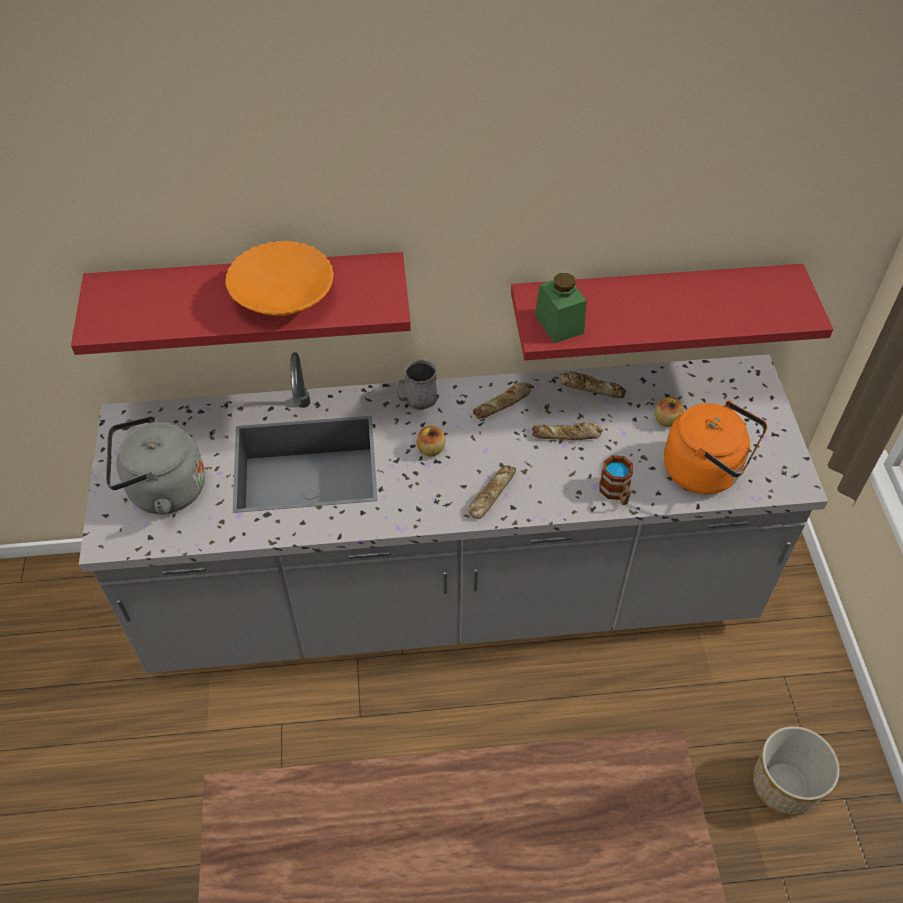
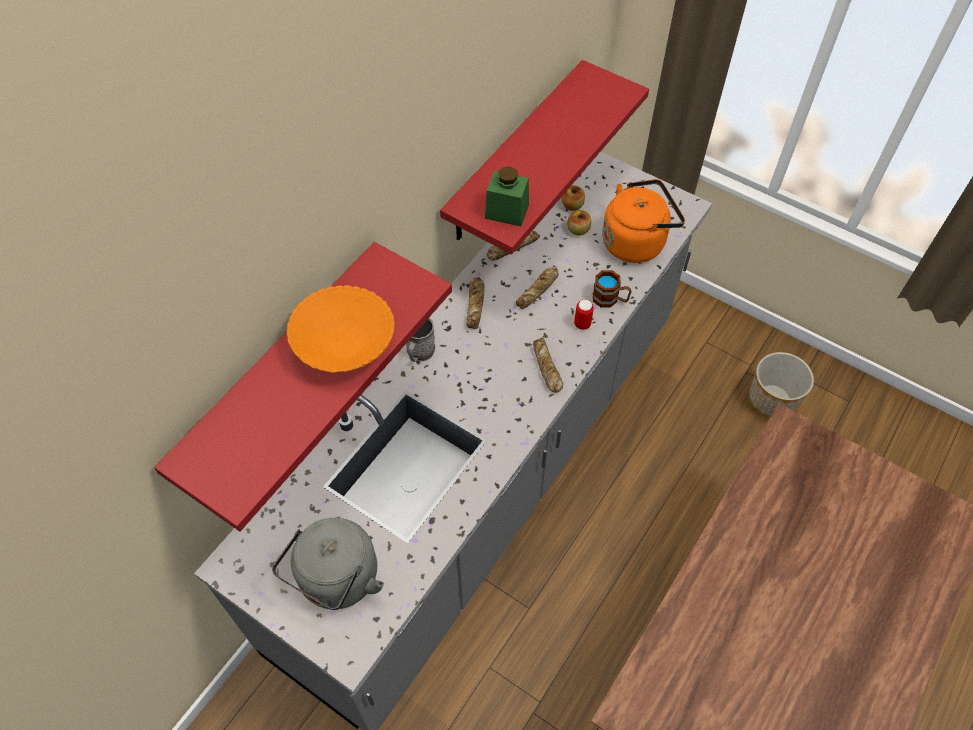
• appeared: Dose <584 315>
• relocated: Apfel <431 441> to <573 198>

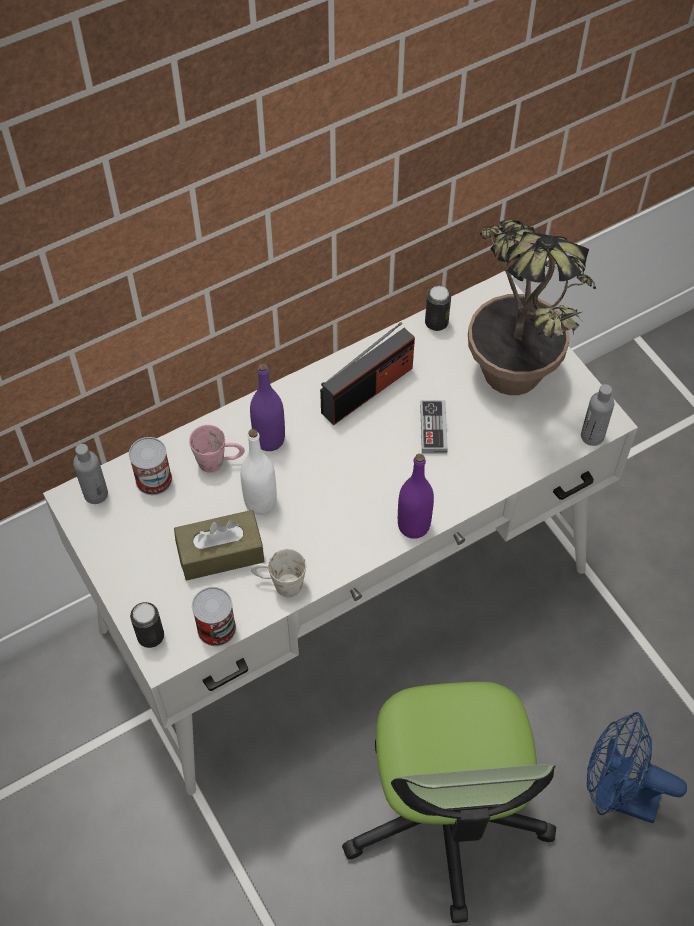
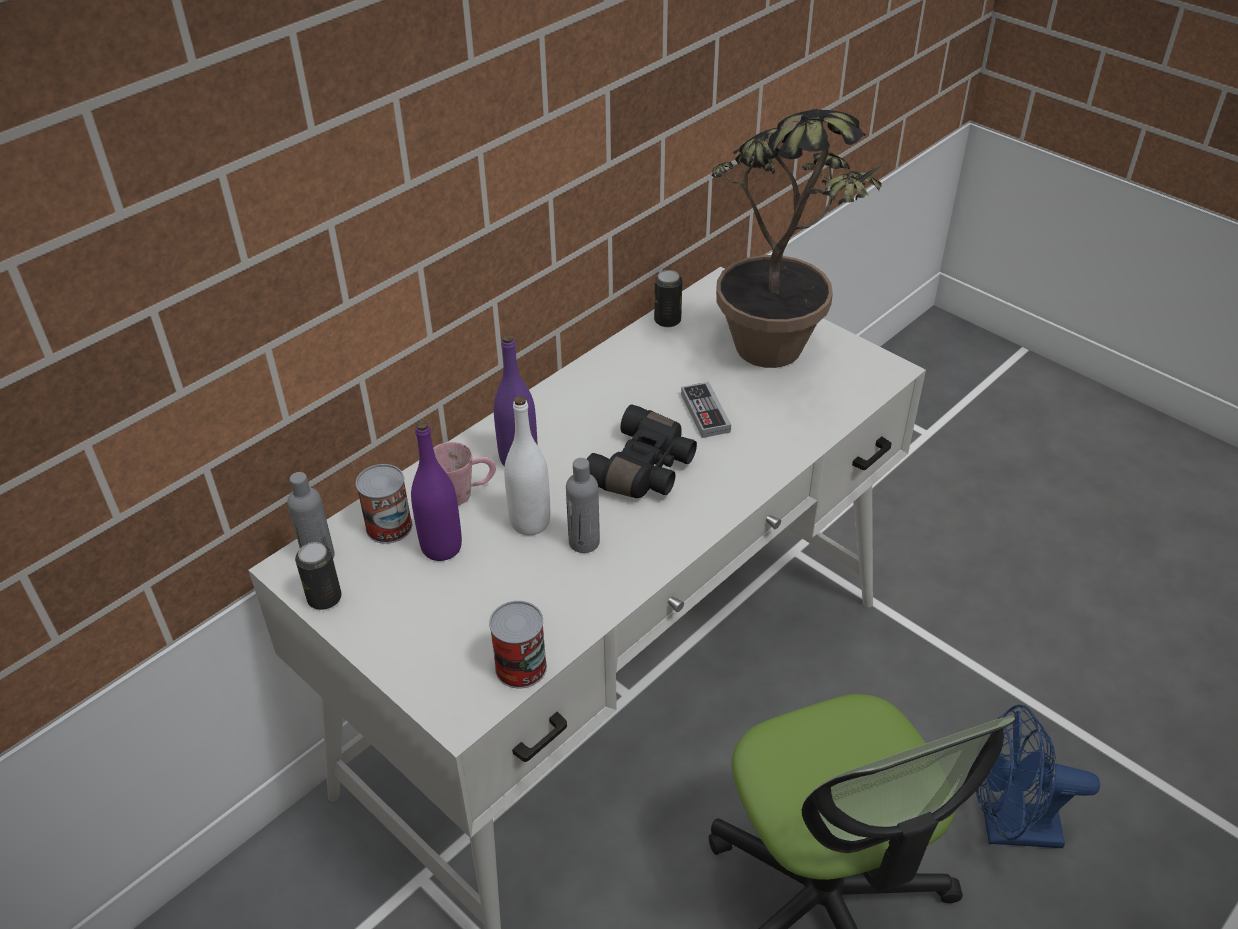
• missing: Taschentuchbox [braun] <219 545>
• missing: Henkelbecher [weiß] <278 573>
• missing: Radio <367 373>
• appeared: Fernglas [schwarz] <642 451>
• relocated: Dose <147 625> to <318 576>
• relocated: Flasche [lila] <416 496> to <436 491>
• relocated: Flasche [grau] <597 415> to <583 505>

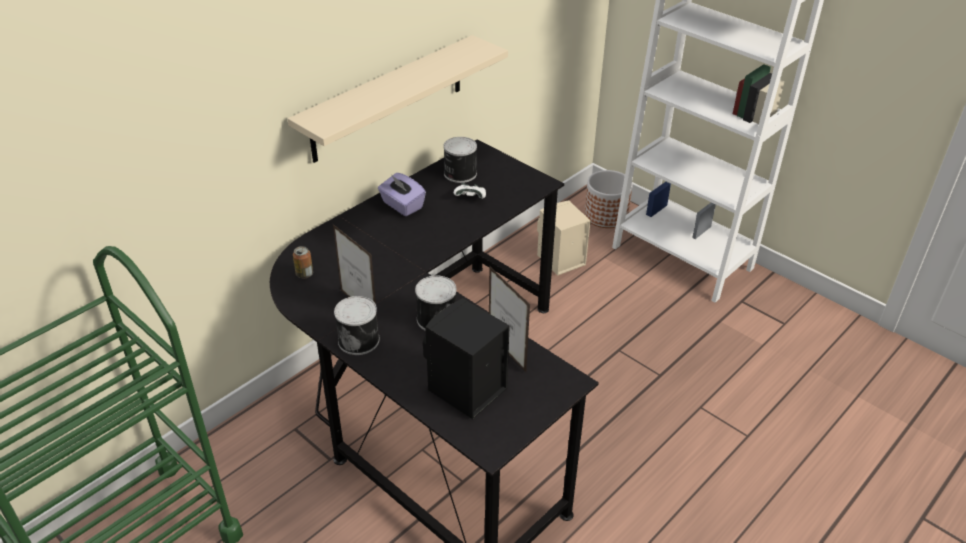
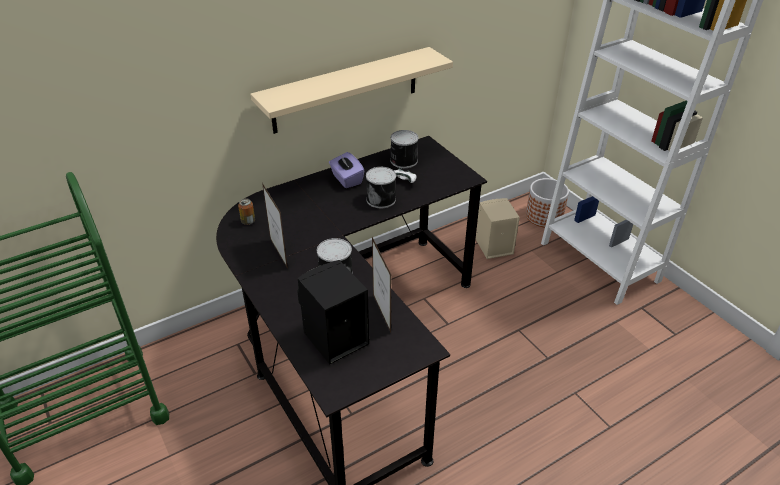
• relocated: Dose <357 325> to <381 187>

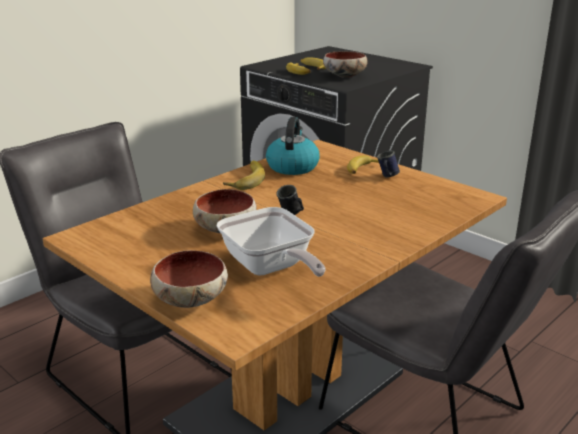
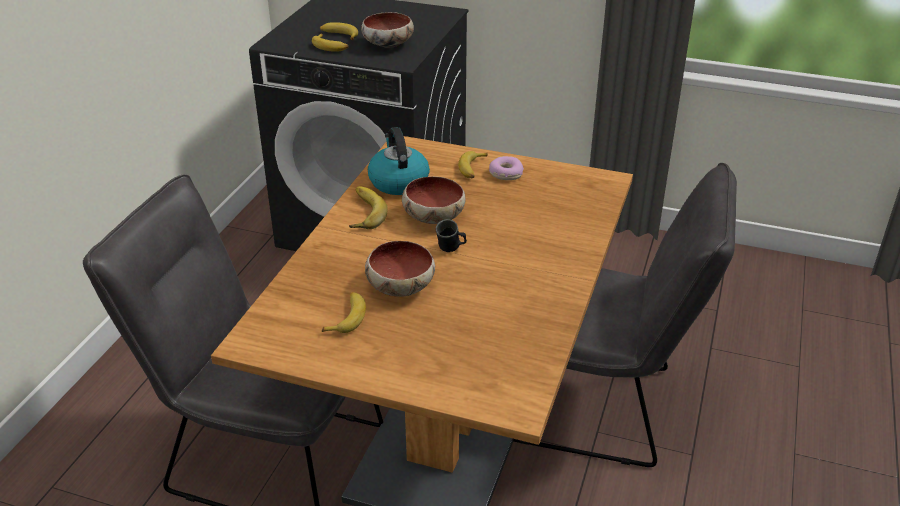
• missing: Pfanne <271 242>
• appeared: Banane <344 312>
• relocated: Schüssel <189 279> to <434 200>
• exchanged: Henkelbecher [blau] <388 164> to Donut <506 168>

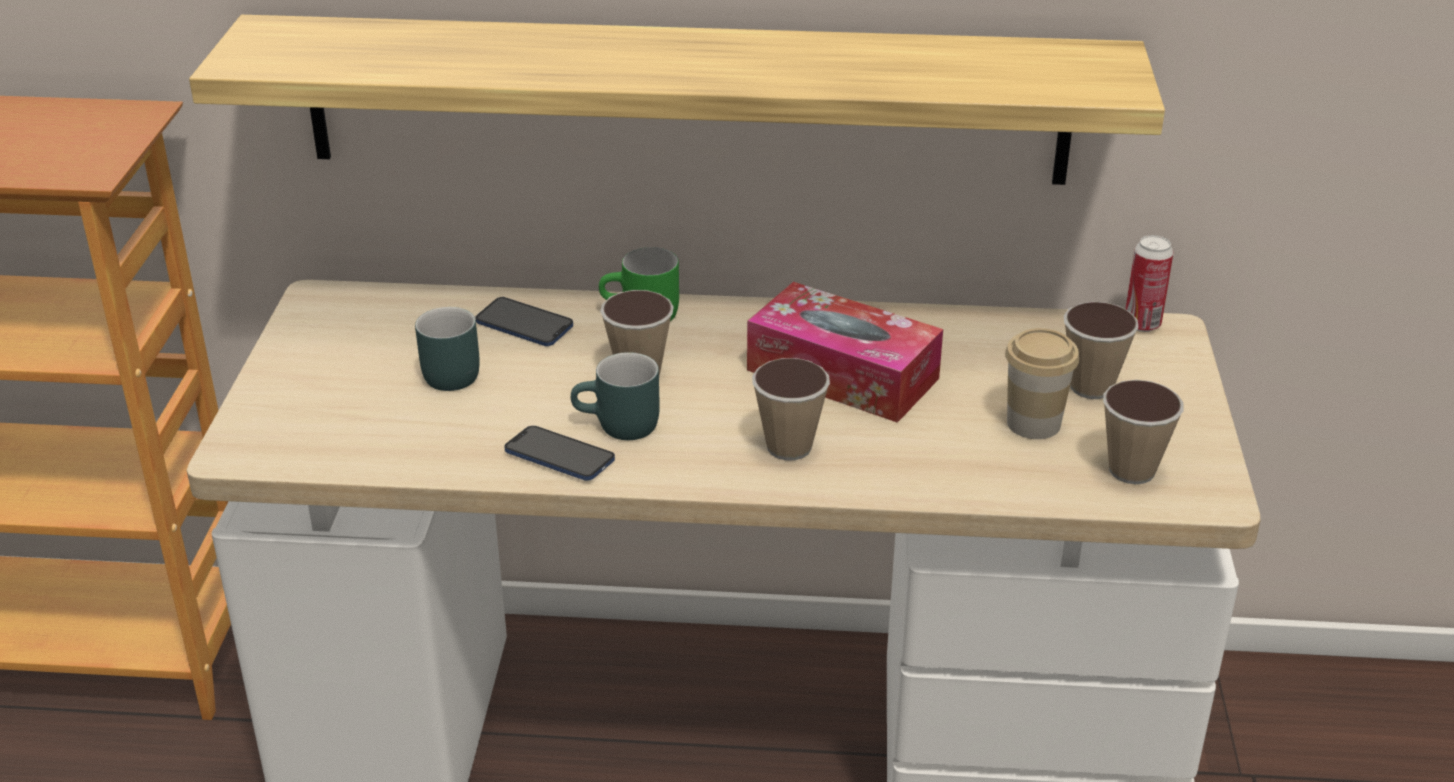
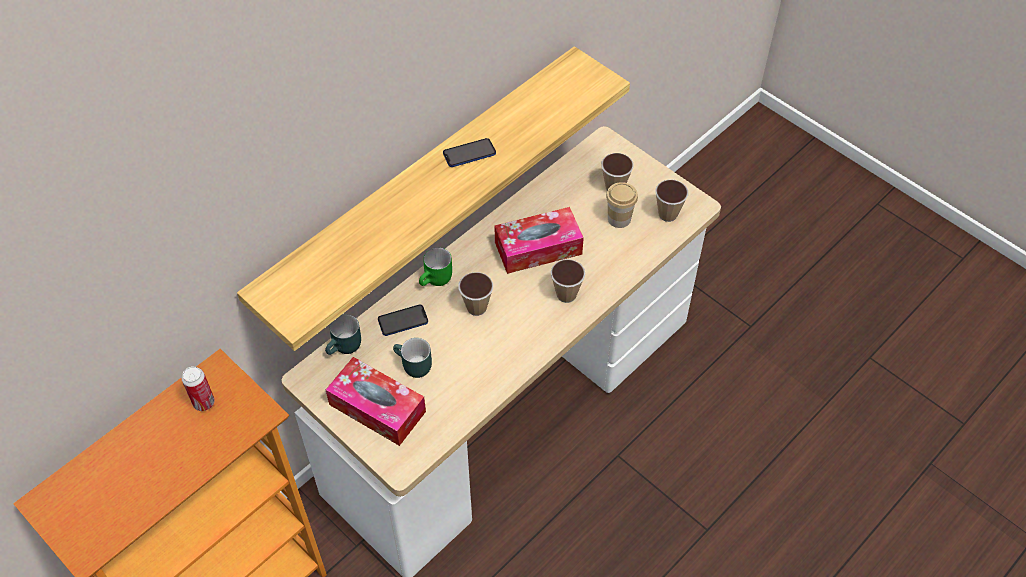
• appeared: Taschentuchbox <376 401>
• relocated: Handy <560 453> to <469 152>
• relocated: Henkelbecher [türkis] <615 396> to <343 334>
• relocated: Dose <1149 283> to <198 388>

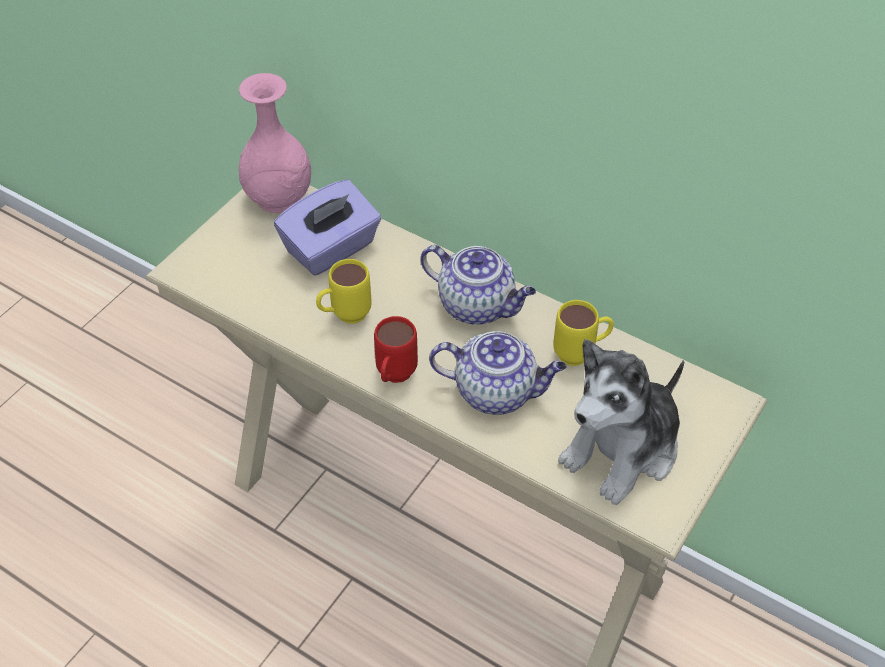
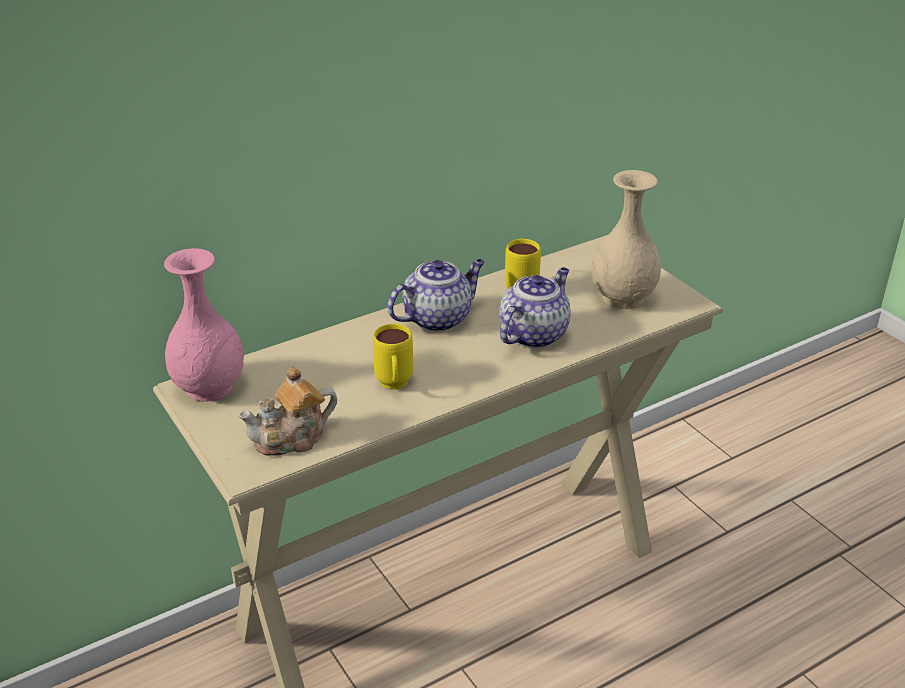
• missing: Taschentuchbox [lila] <327 228>
• missing: Henkelbecher [rot] <396 349>
• appeared: Teekanne <287 411>
• exchanged: Plüschtier <621 422> to Vase [beige] <626 239>

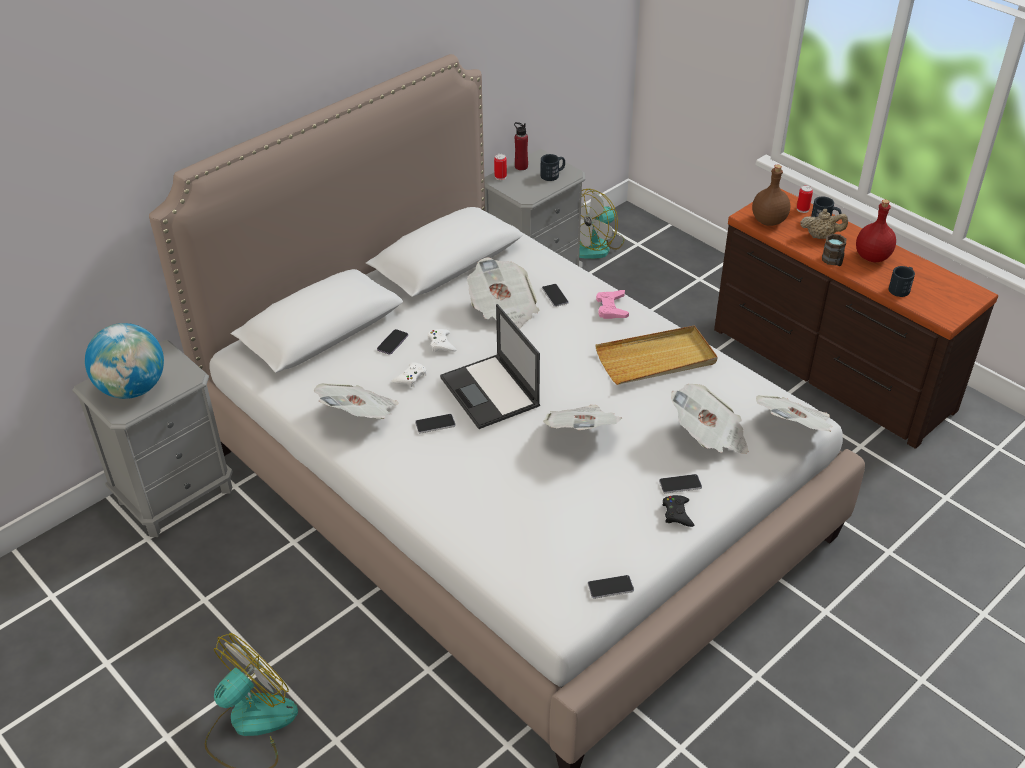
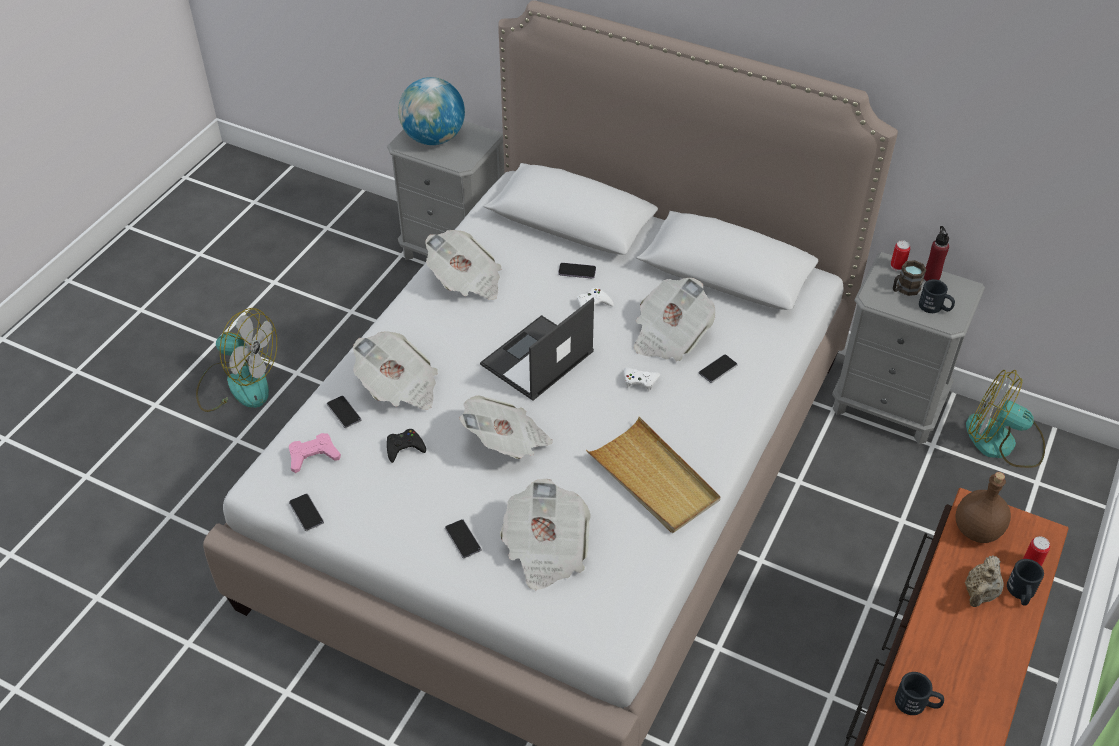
• missing: Flasche [rot] <876 230>
• relocated: Gamepad [weiß] <409 374> to <642 379>
• relocated: Handy <435 423> to <344 412>
• relocated: Gamepad [rosa] <612 304> to <315 453>
• relocated: Gamepad [schwarz] <678 511> to <406 446>
• relocated: Zeitung <794 413> to <395 370>
• relocated: Henkelbecher [braun] <834 250> to <909 278>
• spun: Teekanne [beige] <824 224> = <984 581> 45 degrees clockwise

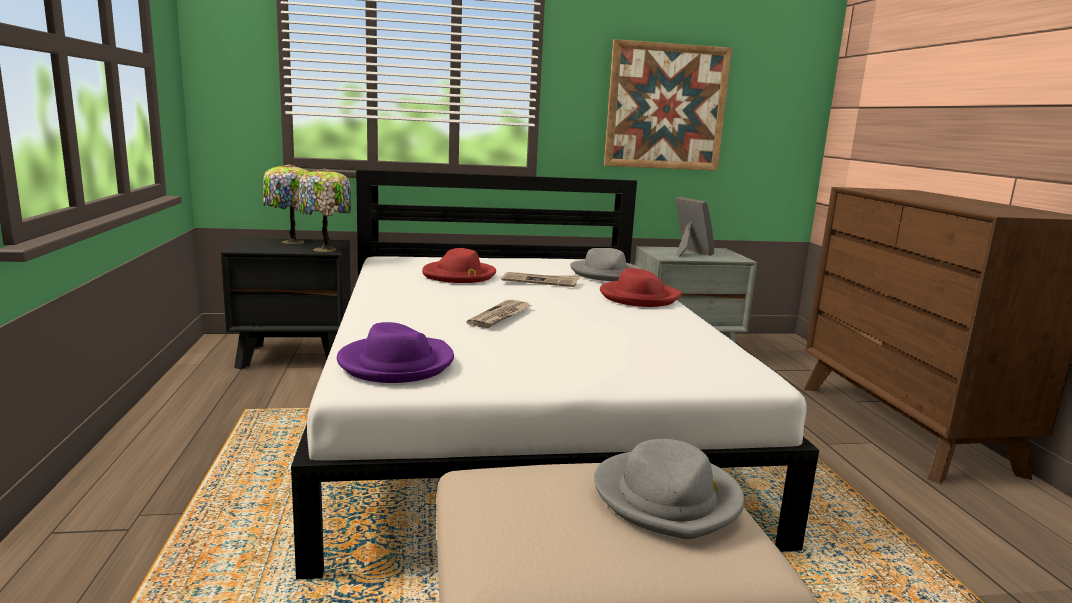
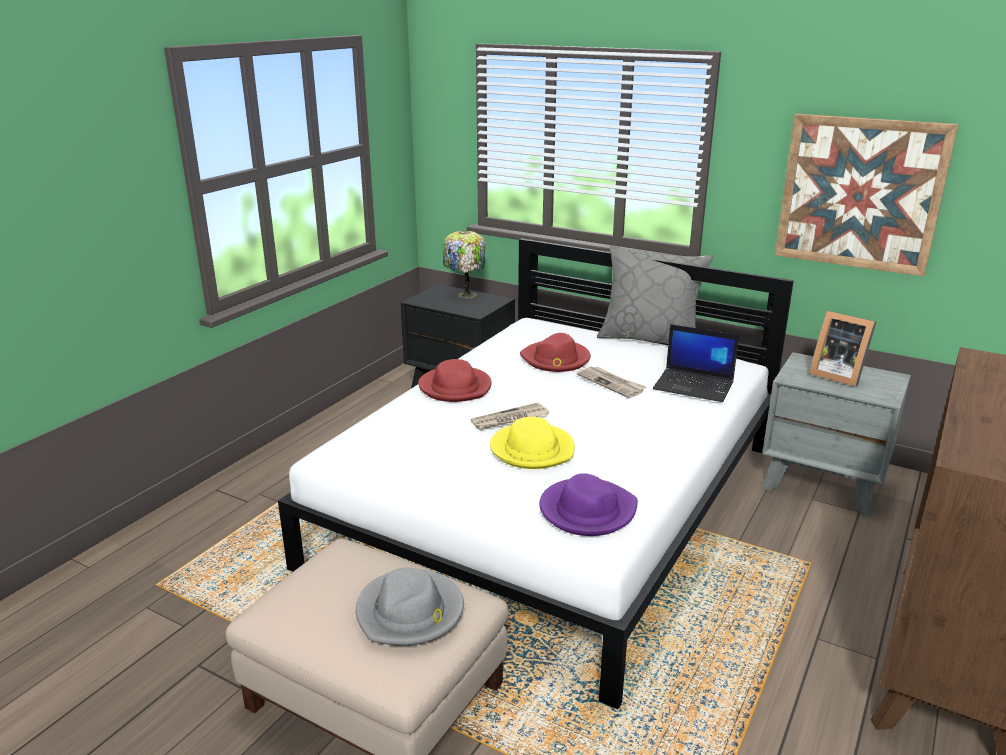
• missing: Tischlampe <325 210>
• appeared: Hut [gelb] <532 443>
• appeared: Kissen [grau] <655 294>
• relocated: Hut [lila] <395 352> to <588 504>
• relocated: Hut [rot] <641 287> to <455 380>
• exchanged: Hut [grau] <605 264> to Laptop <696 363>
• spun: Bilderrahmen <694 227> = <842 349> 120 degrees clockwise

